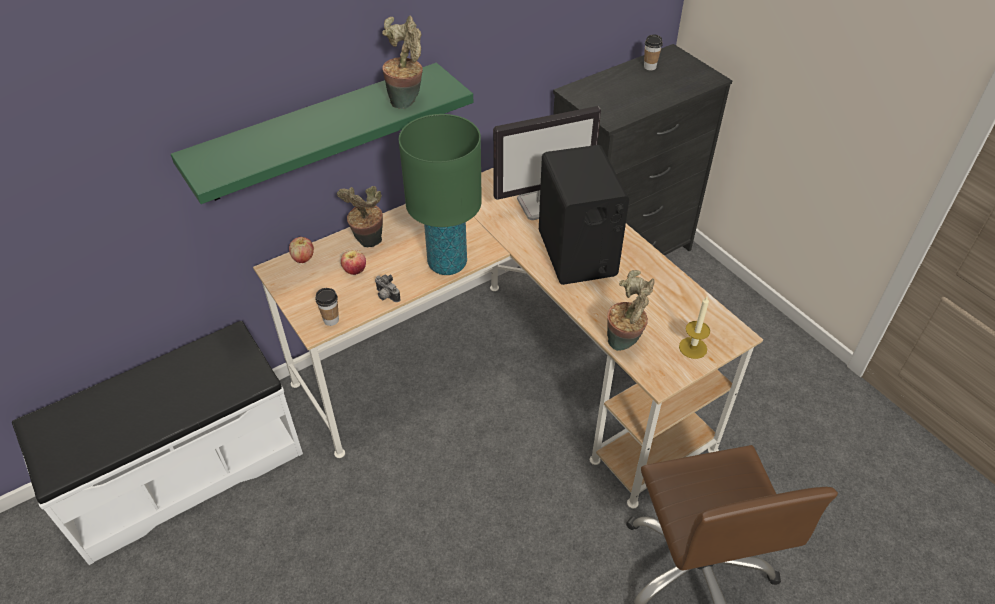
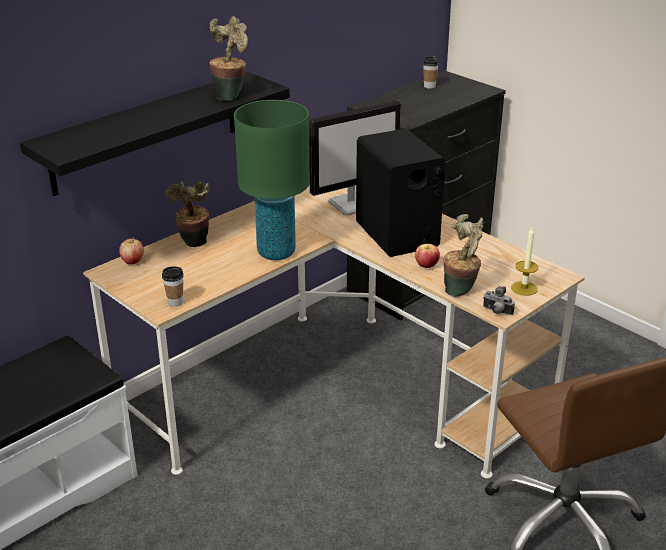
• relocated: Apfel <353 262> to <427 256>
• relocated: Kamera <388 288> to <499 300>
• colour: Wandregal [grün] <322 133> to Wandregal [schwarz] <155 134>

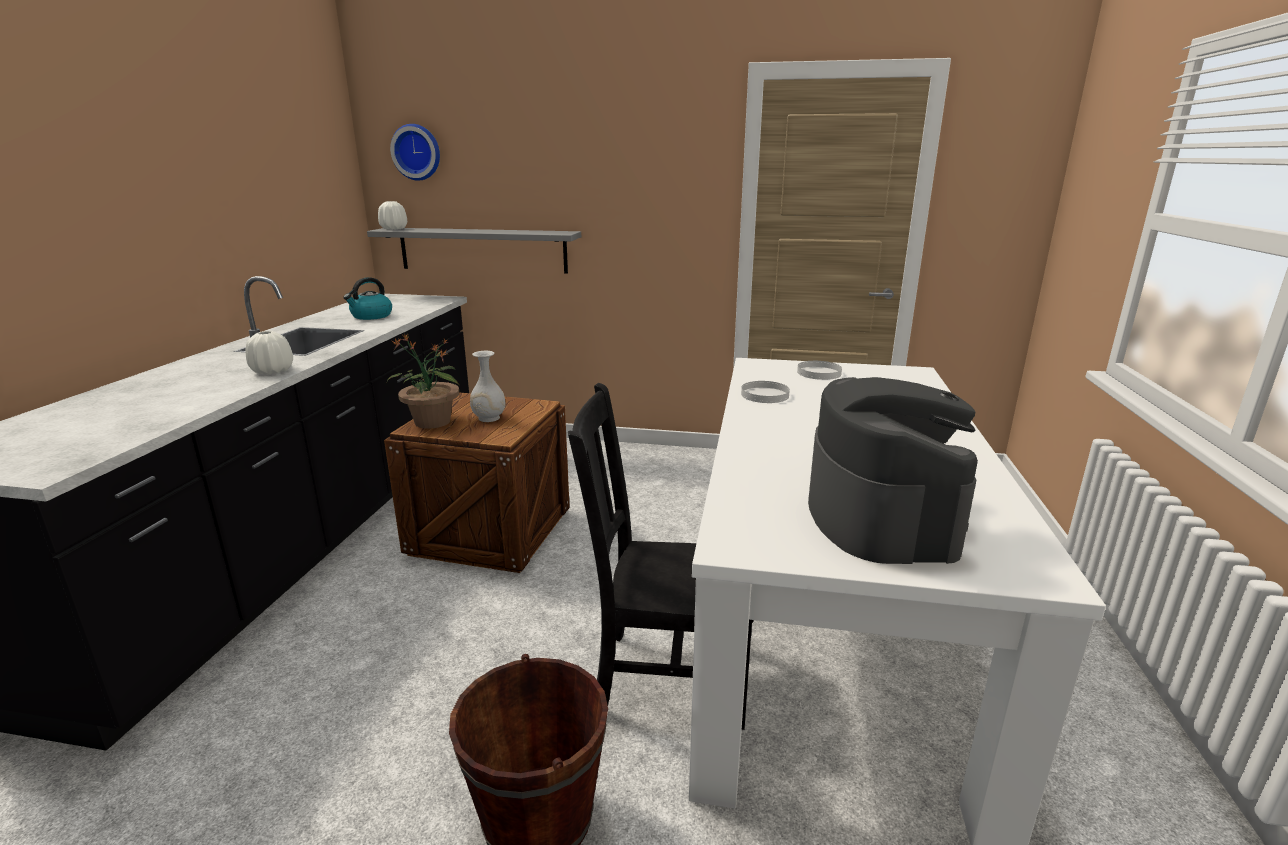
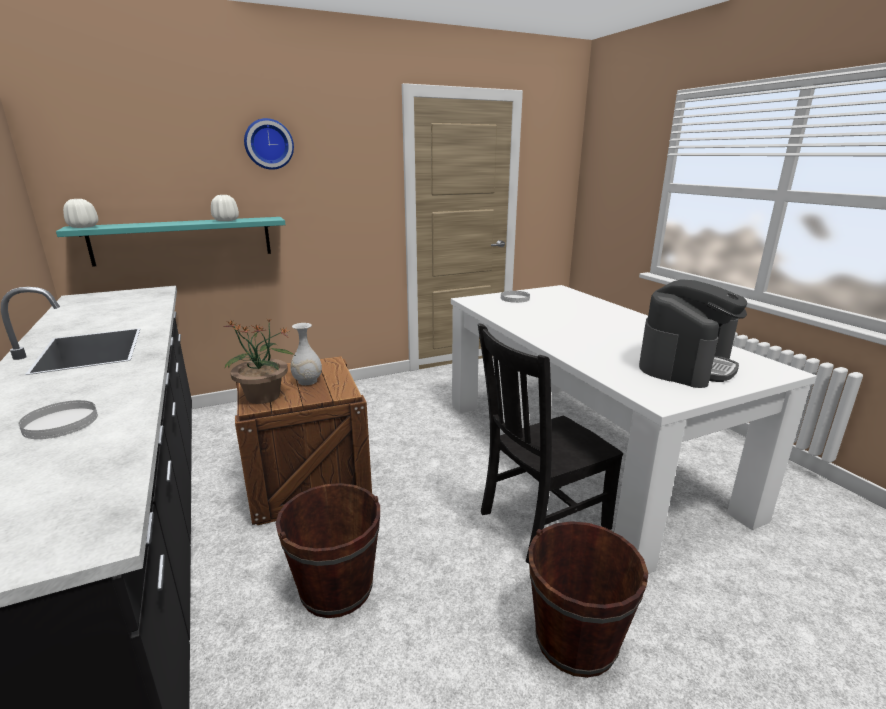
• missing: Wasserkessel <367 298>
• appeared: Eimer [braun] <328 550>
• relocated: Vase [weiß] <269 352> to <225 208>
• relocated: Wanduhr <415 152> to <269 144>
• relocated: Teller [weiß] <765 392> to <58 419>
• colour: Wandregal [grau] <474 251> to Wandregal [türkis] <170 242>
• spun: Kaffeemaschine <893 470> = <693 333> 75 degrees clockwise

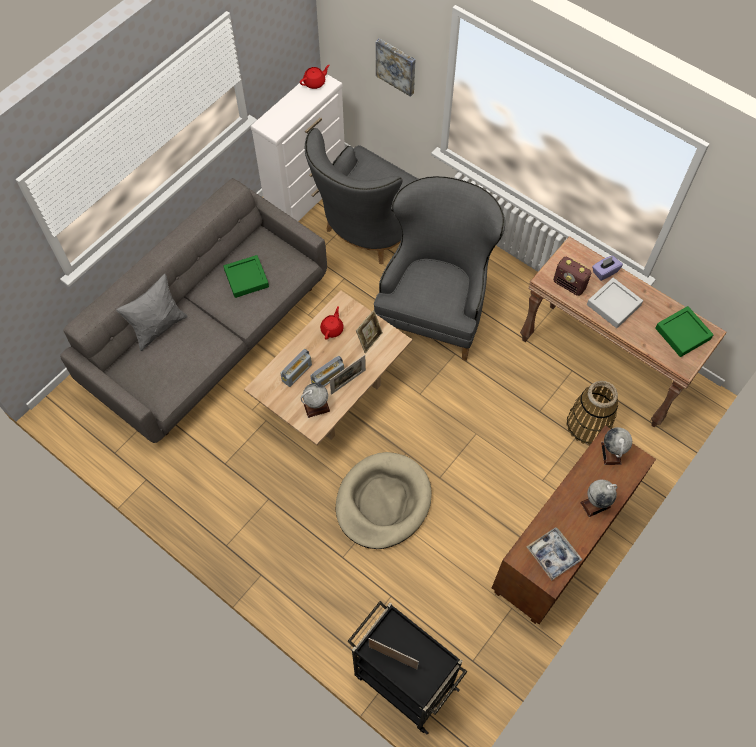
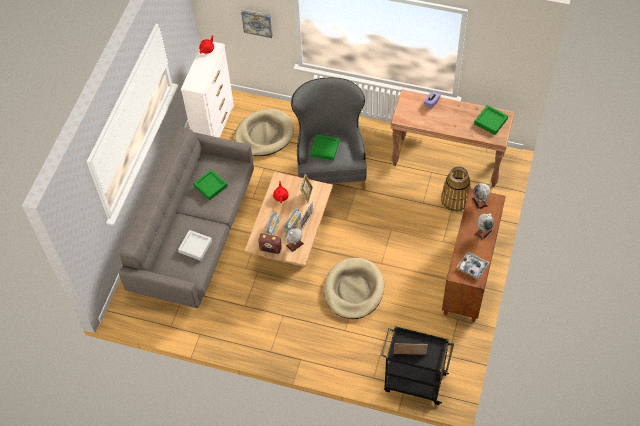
• missing: Kissen [grau] <152 312>
• appeared: Tablett [grün] <324 147>
• relocated: Radio <572 276> to <270 243>
• relocated: Tablett [grau] <615 303> to <195 245>
• exchanged: Sessel [grau] <361 196> to Hundebett [beige] <264 132>

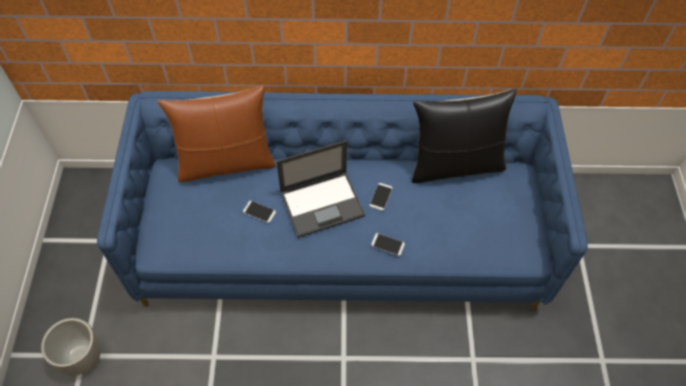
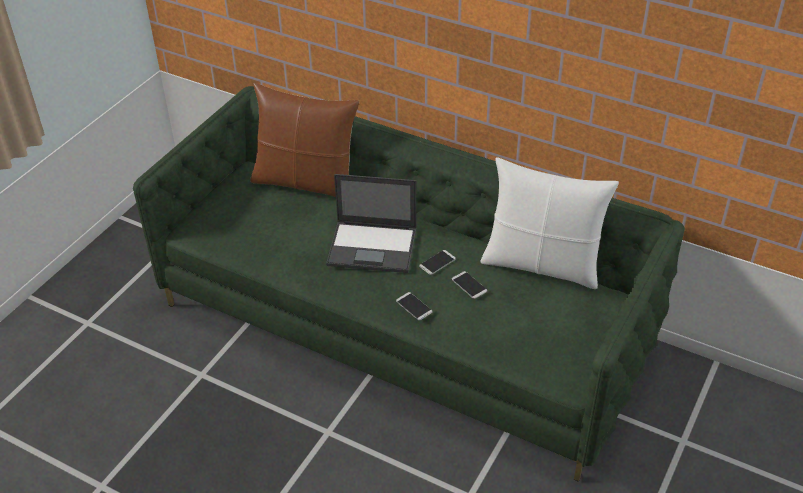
• missing: Pflanzkübel <71 346>
• relocated: Handy <259 212> to <469 285>
• colour: Sofa [blau] <342 201> to Sofa [grün] <409 284>
• colour: Kissen [schwarz] <464 136> to Kissen [weiß] <549 223>

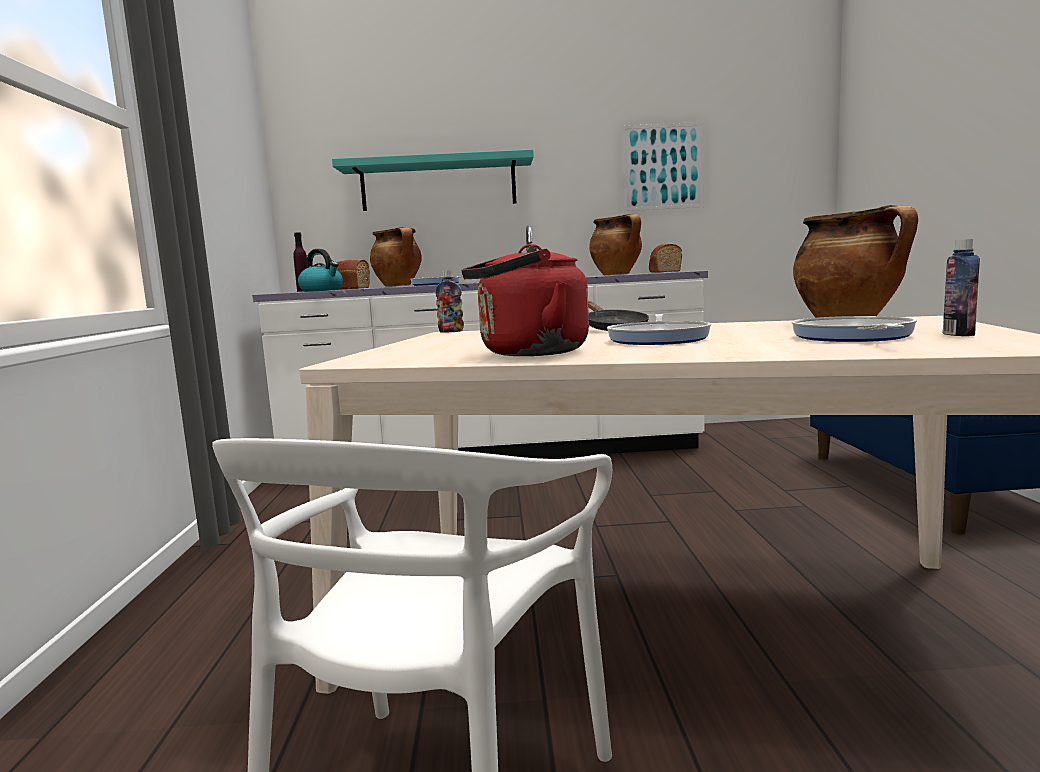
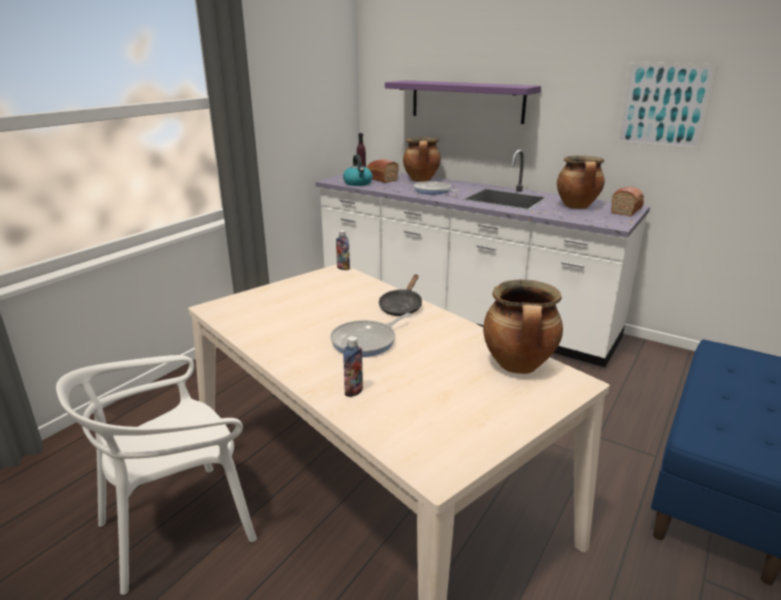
• missing: Wasserkessel [rot] <525 300>
• missing: Pfanne <854 329>
• relocated: Flasche <961 287> to <353 366>
• colour: Wandregal [türkis] <433 180> to Wandregal [lila] <463 102>

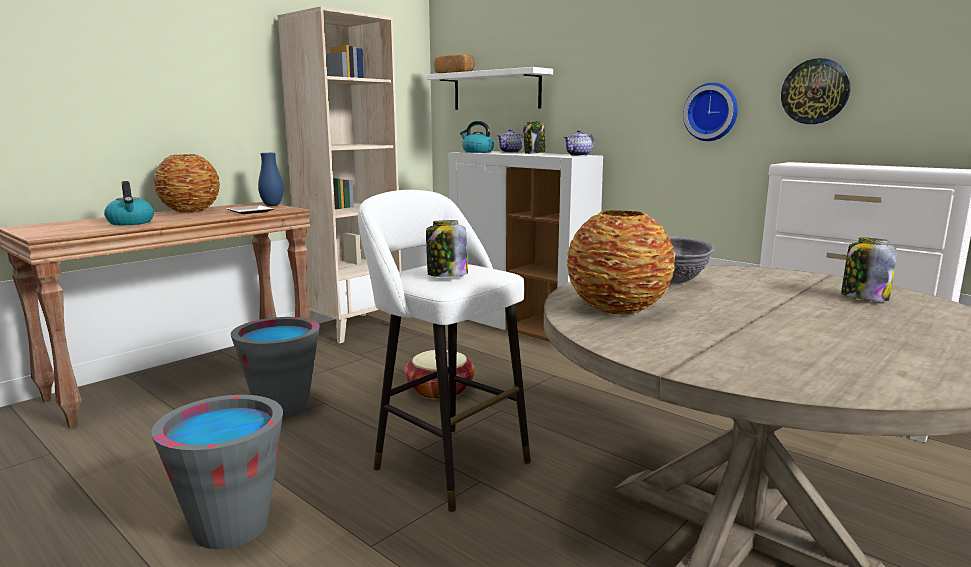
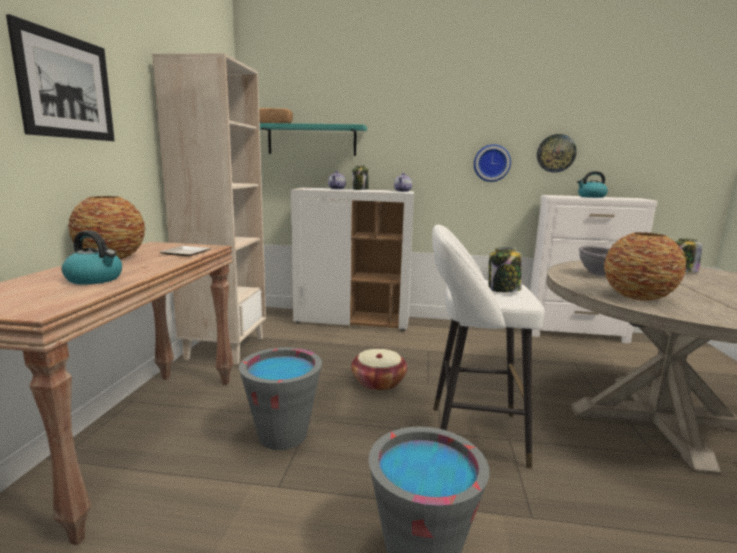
• missing: Vase [blau] <270 179>
• appeared: Bild <60 77>
• relocated: Wasserkessel <477 137> to <592 184>
• colour: Wandregal [weiß] <490 88> to Wandregal [türkis] <313 139>

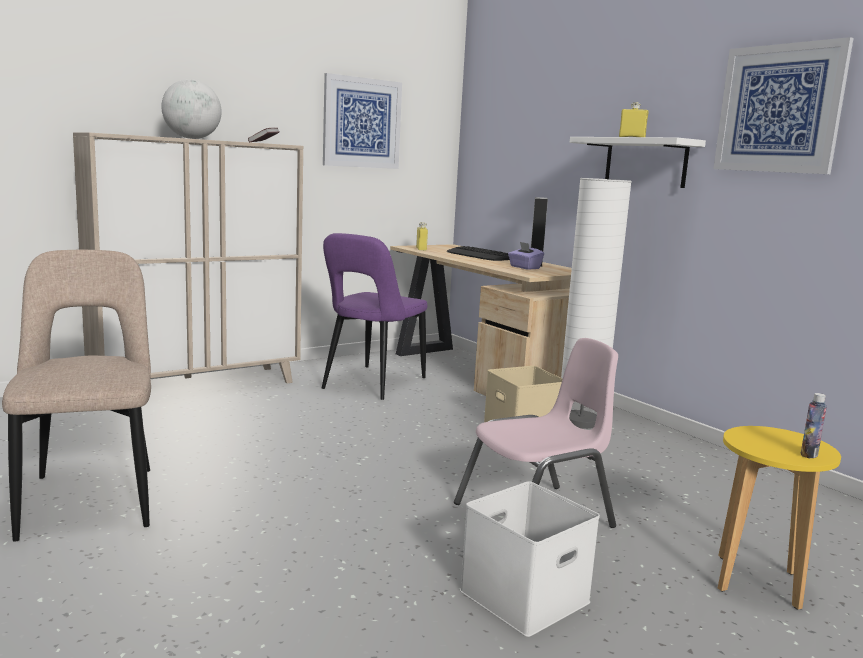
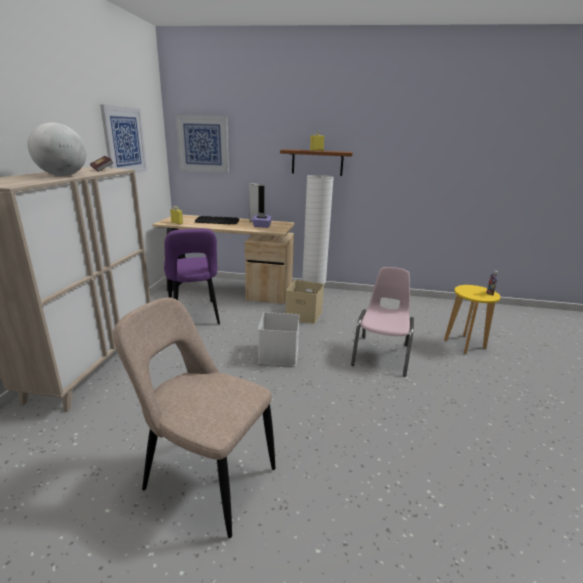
• relocated: Aufbewahrungsbox [weiß] <530 559> to <279 339>
• relocated: Bild <783 105> to <202 144>
• colour: Wandregal [weiß] <638 162> to Wandregal [braun] <316 162>

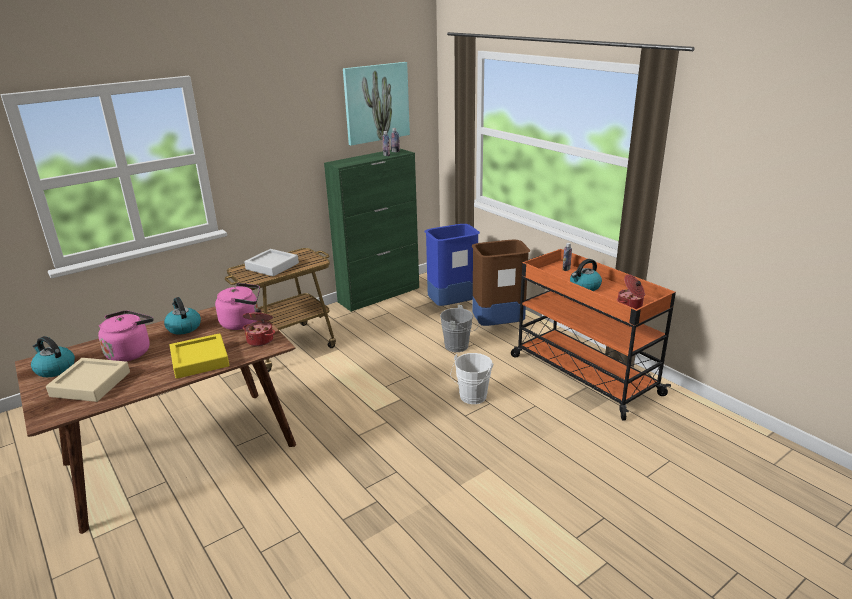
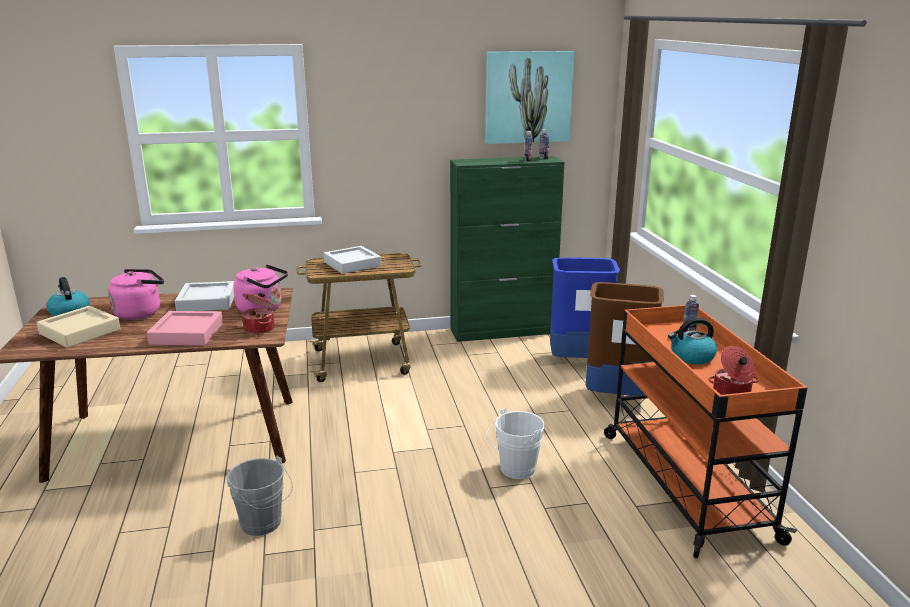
• relocated: Eimer [grau] <459 328> to <260 496>
• exchanged: Wasserkessel <182 315> to Tablett [grau] <204 296>
• colour: Tablett [gelb] <199 356> to Tablett [rosa] <185 328>

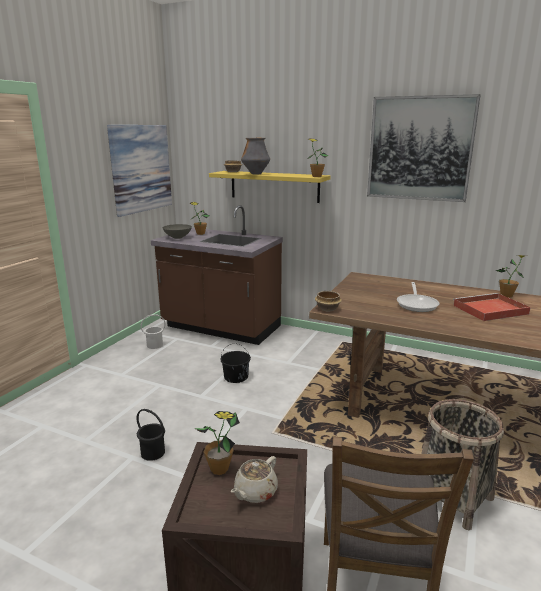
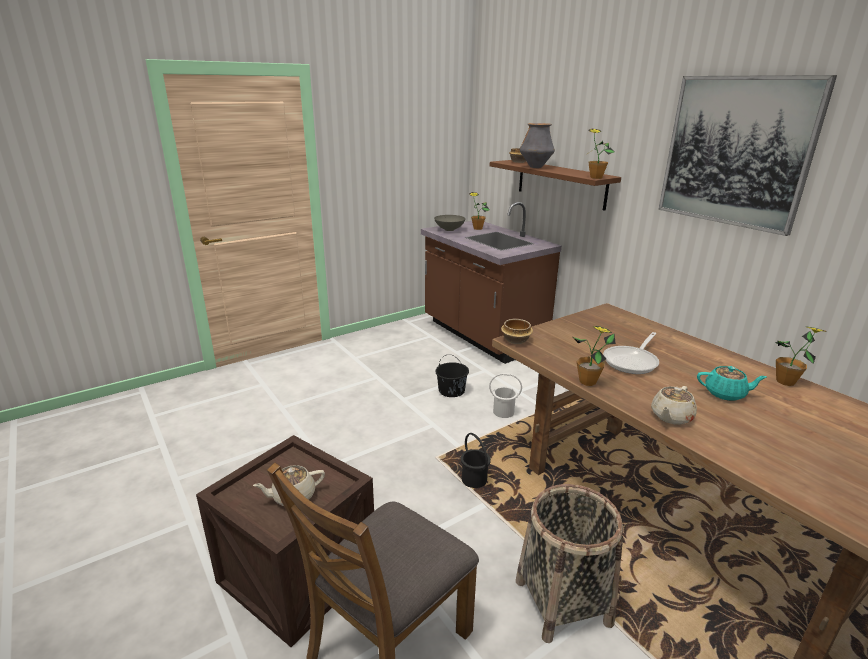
• missing: Bild <139 171>
• appeared: Teekanne [beige] <674 405>
• relocated: Eimer [schwarz] <150 435> to <476 460>
• relocated: Eimer [weiß] <153 331> to <505 395>
• relocated: Topfpflanze <217 443> to <594 356>
• exchanged: Tablett [rot] <492 307> to Teekanne [türkis] <732 383>
• colour: Wandregal [gelb] <269 187> to Wandregal [braun] <555 185>

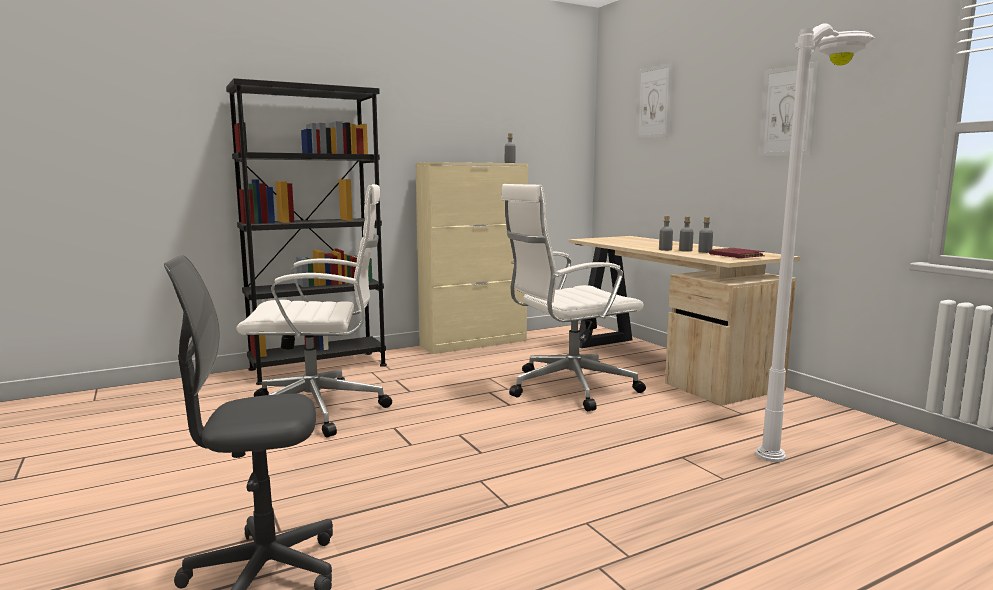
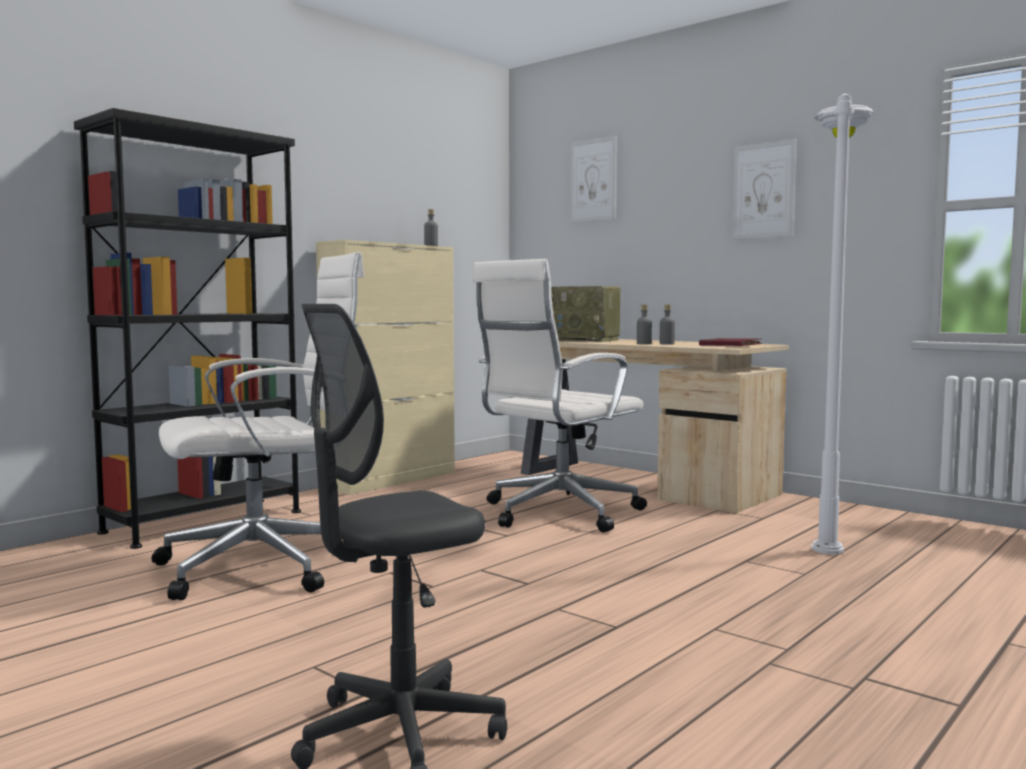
• missing: Flasche [grau] <705 235>
• appeared: Radio <586 314>

